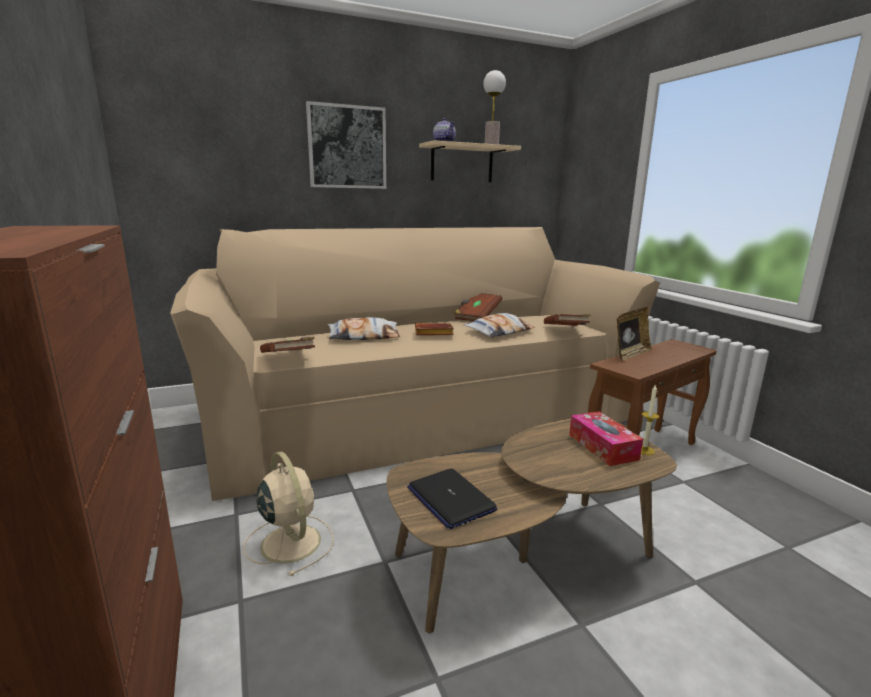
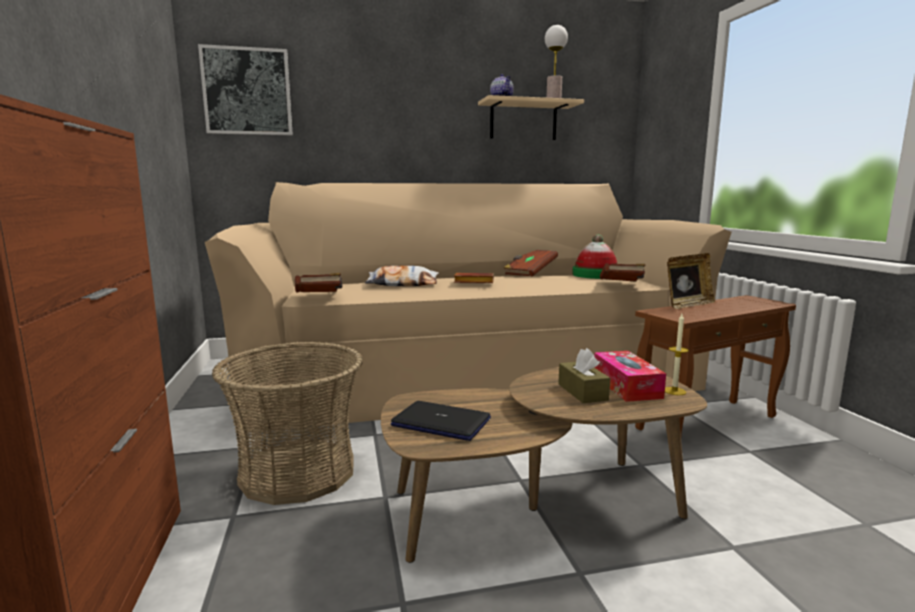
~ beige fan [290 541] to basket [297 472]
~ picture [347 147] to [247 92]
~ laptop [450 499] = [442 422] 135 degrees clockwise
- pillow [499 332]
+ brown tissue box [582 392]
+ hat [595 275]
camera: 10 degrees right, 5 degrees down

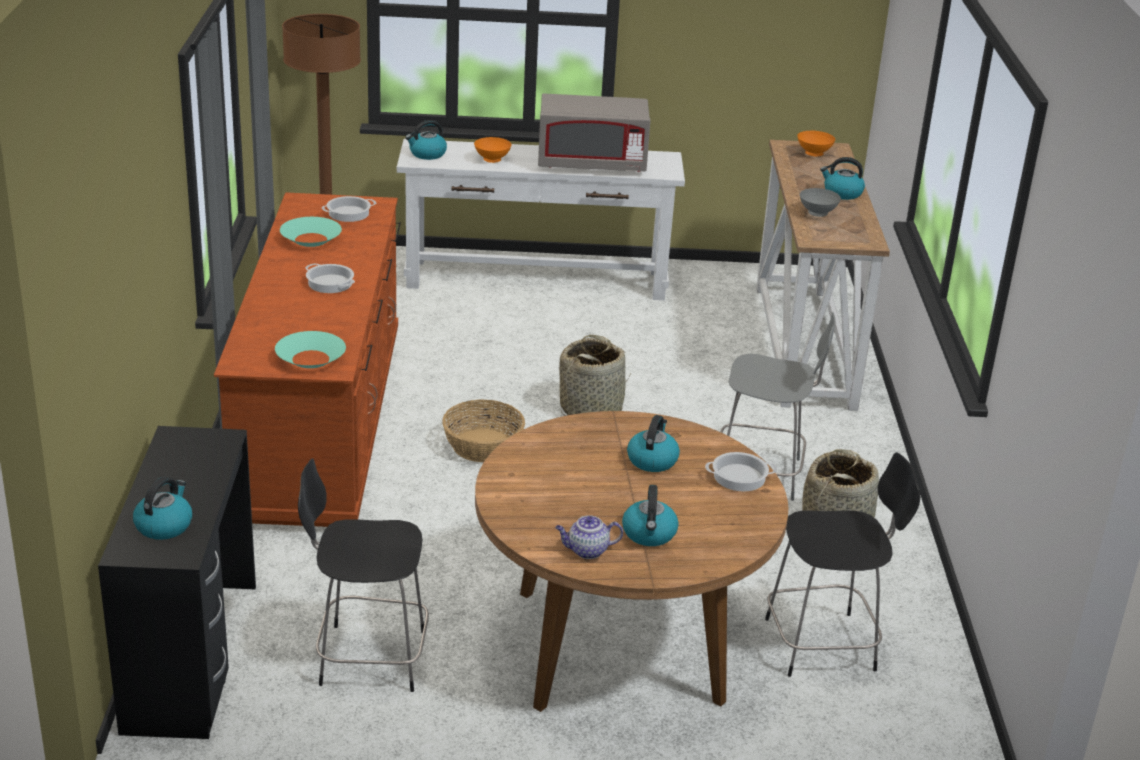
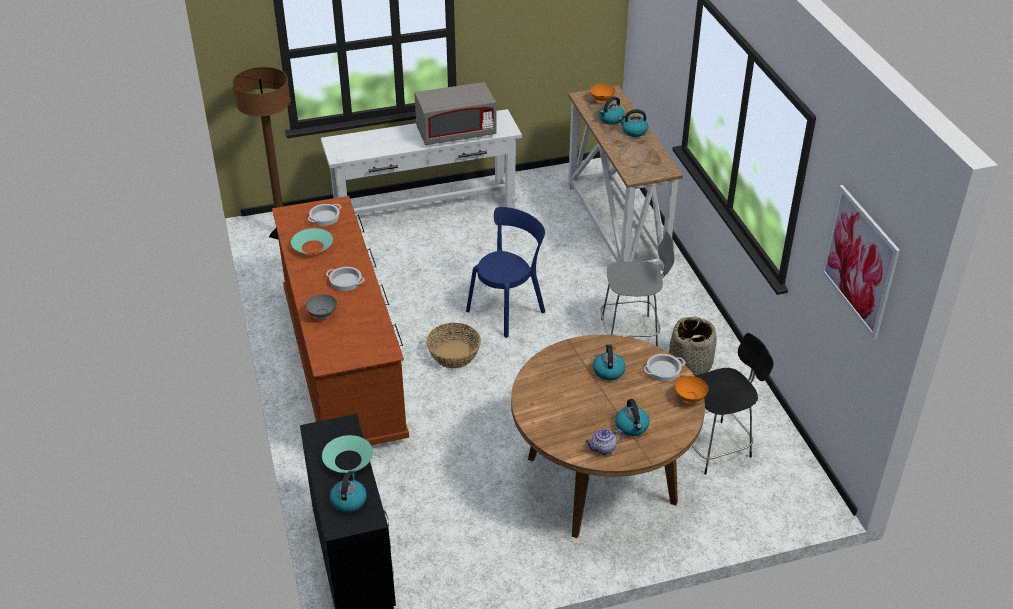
~ turquoise bowl [310 359] to [348 460]
- black chair [368 657]
~ kettle [427 154] to [610 119]
~ orange bowl [491 160] to [689 399]
~ basket [591 410] to blue chair [508 309]
~ grey bowl [817 214] to [322 315]
+ picture [859 261]
camera: 15 degrees left, 10 degrees up

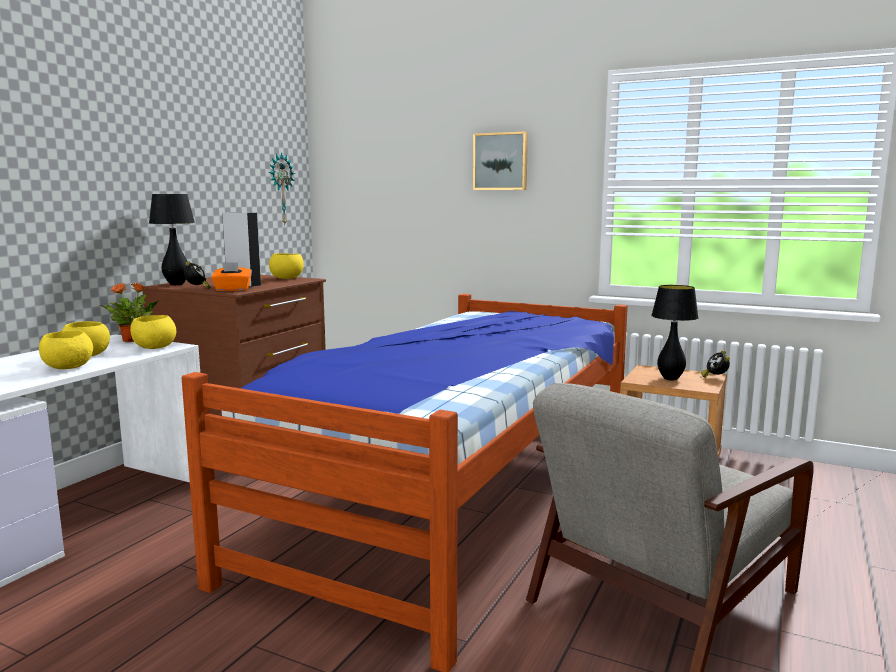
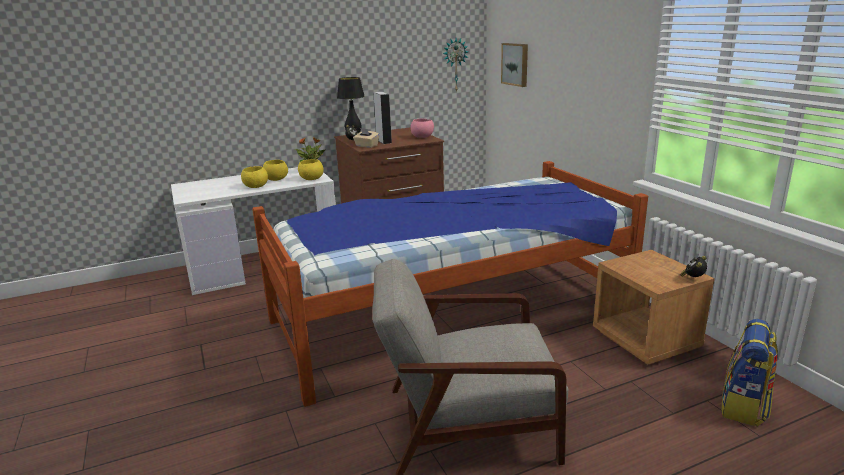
~ orange tissue box [232 290] to beige tissue box [366 146]
~ yellow bowl [287 278] to pink bowl [422 137]
~ picture [501 161] to [516 64]
- black table lamp [670 379]
+ backpack [744 407]
camera: 40 degrees right, 10 degrees up

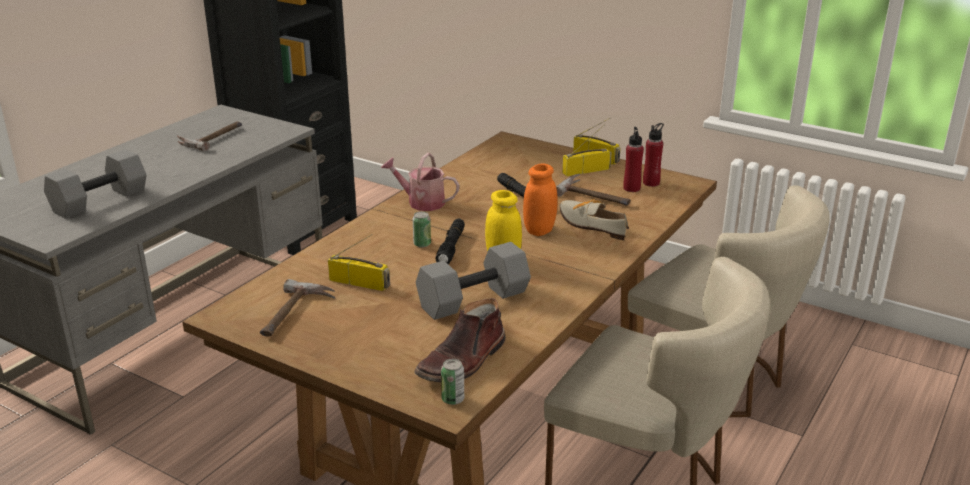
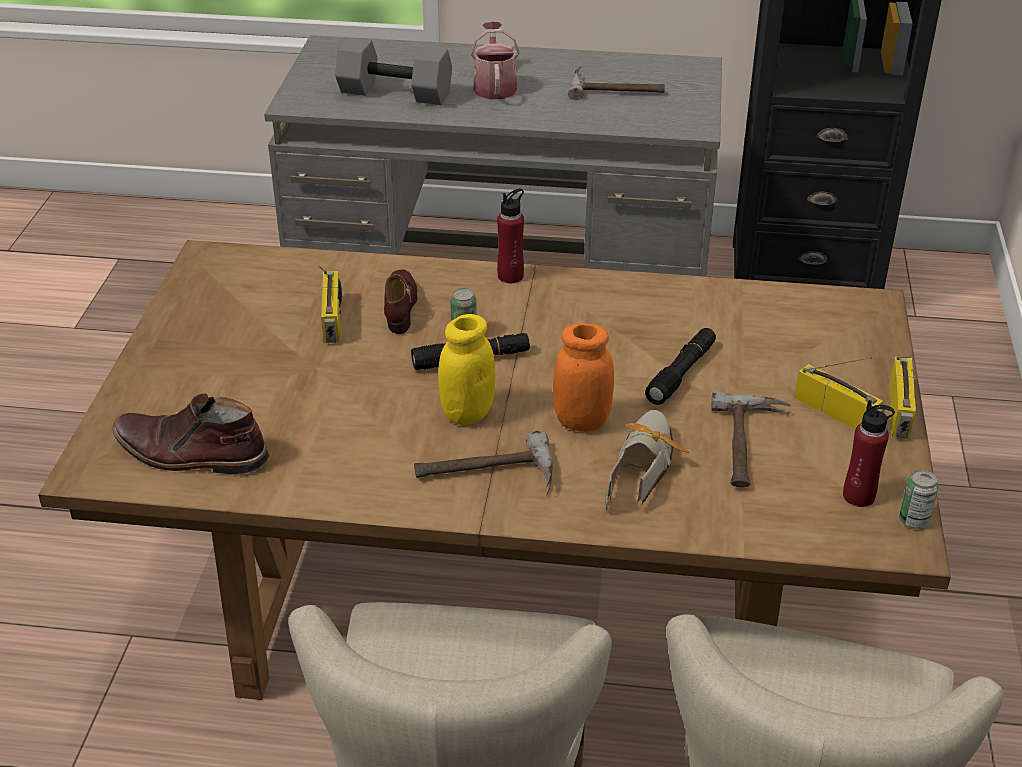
~ hammer [295 314] to [486 477]
~ watering can [421 202] to [494 86]
- grey dumbbell [473 301]
~ can [453 399] to [913 520]
~ red bottle [631 188] to [510 276]
+ brown shoe [400 306]
camera: 65 degrees right, 10 degrees up

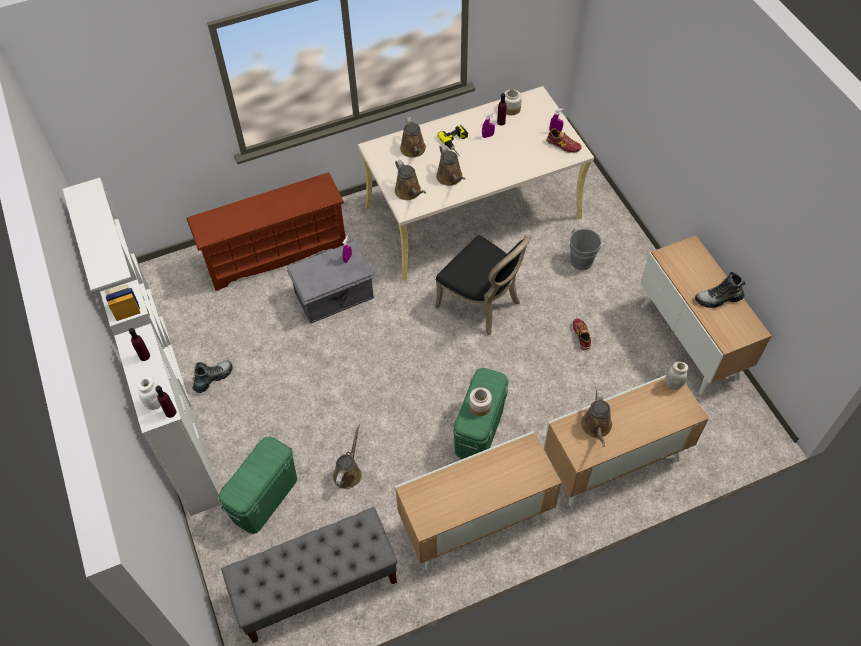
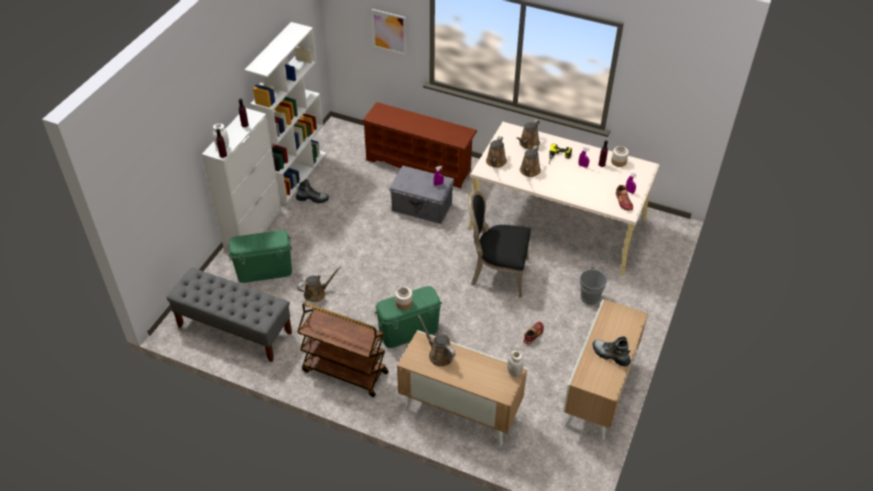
~ cabinet [475 524] to brown cart [344 372]
~ black chair [482 304] = [497 273] 105 degrees clockwise
~ brown watering can [596 427] = [439 354] 90 degrees clockwise
+ picture [389 32]
camera: 45 degrees right, 10 degrees down

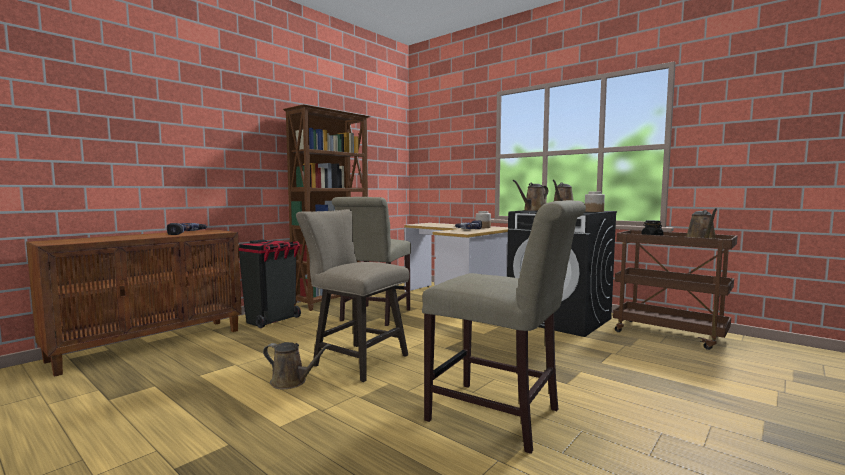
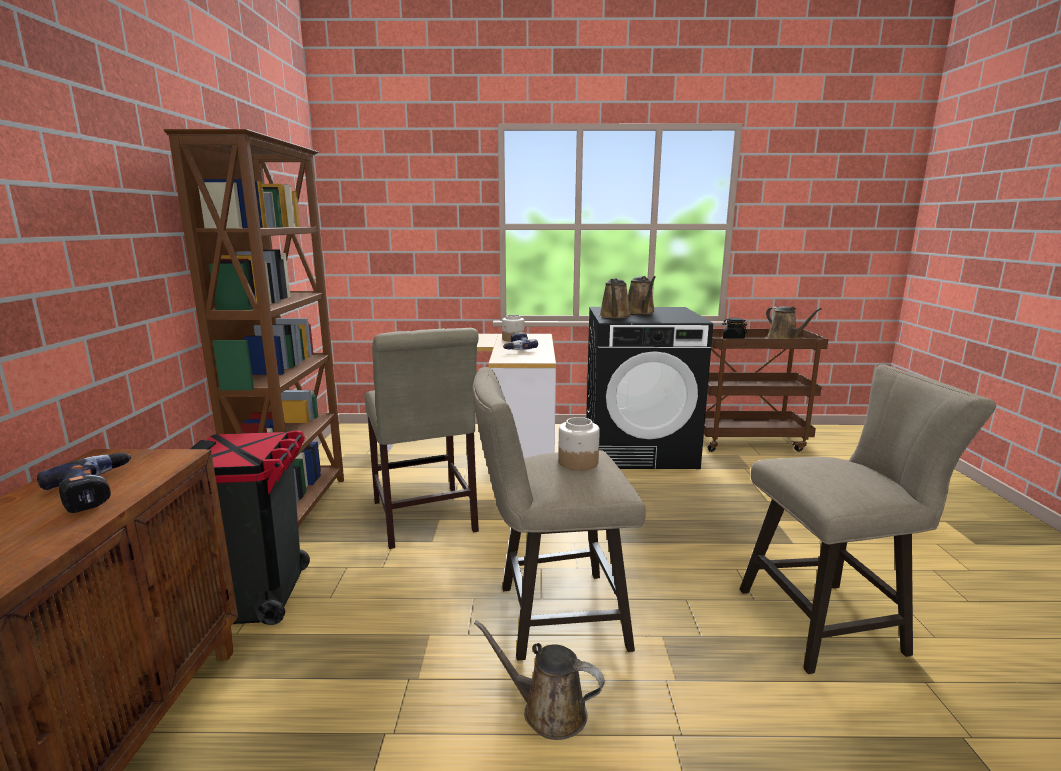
~ brown watering can [291 382] = [548 711] 135 degrees counterclockwise
~ beige chair [500 417] to beige stool [831 621]
~ jar [593 211] to [577 462]
camera: 40 degrees left, 10 degrees up

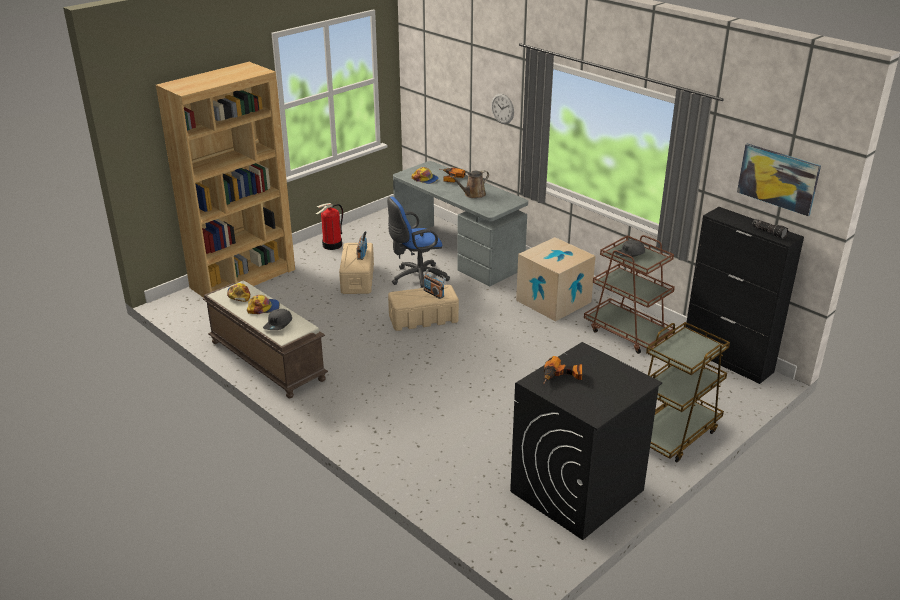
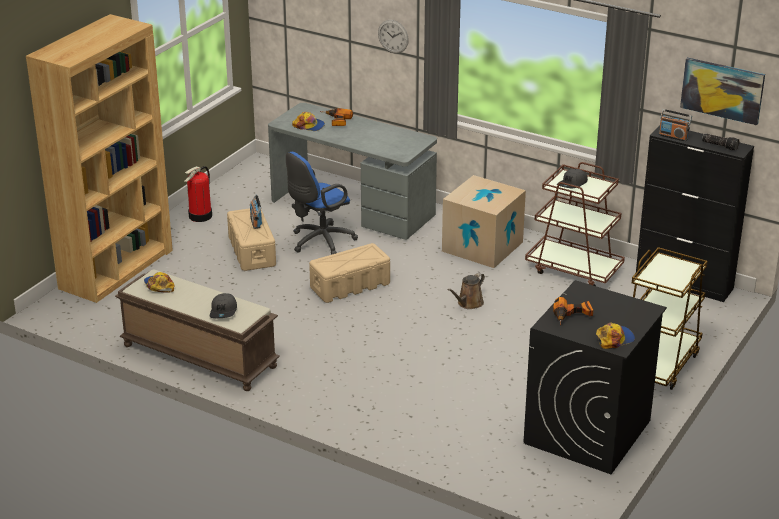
~ cap [263 308] to [614 339]
~ radio [434 293] to [673 136]
~ brown watering can [473 194] to [468 303]
camera: 15 degrees left, 0 degrees up

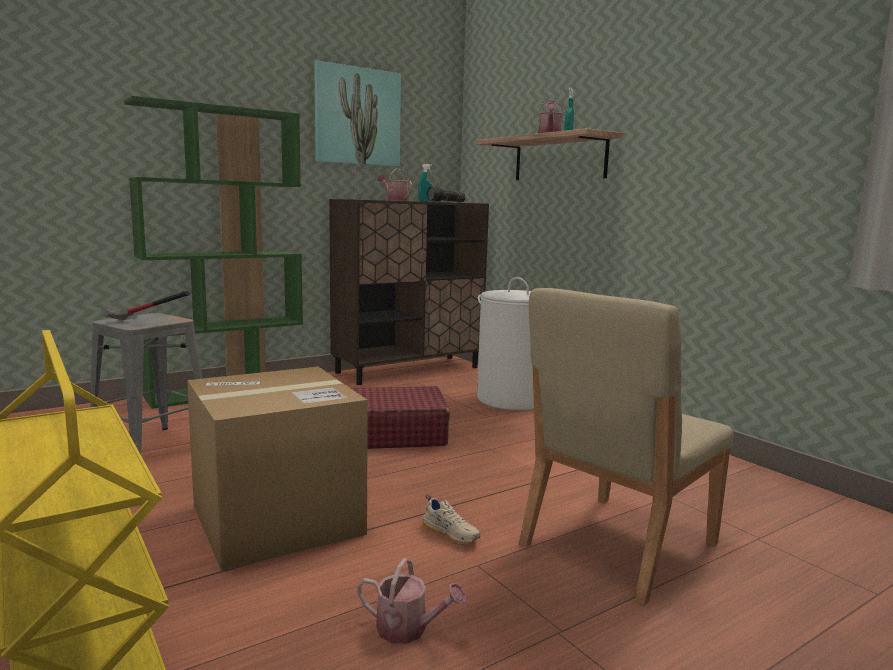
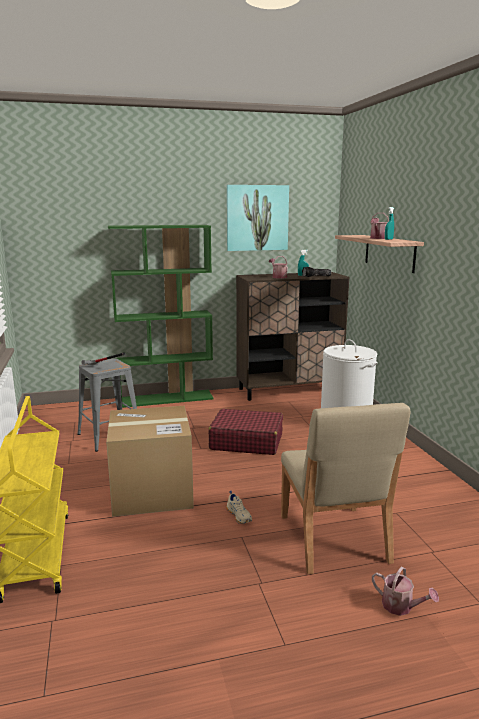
~ watering can [408 629] to [401 607]
~ beige chair [616 544] = [333 539] 75 degrees counterclockwise
camera: 20 degrees right, 5 degrees up

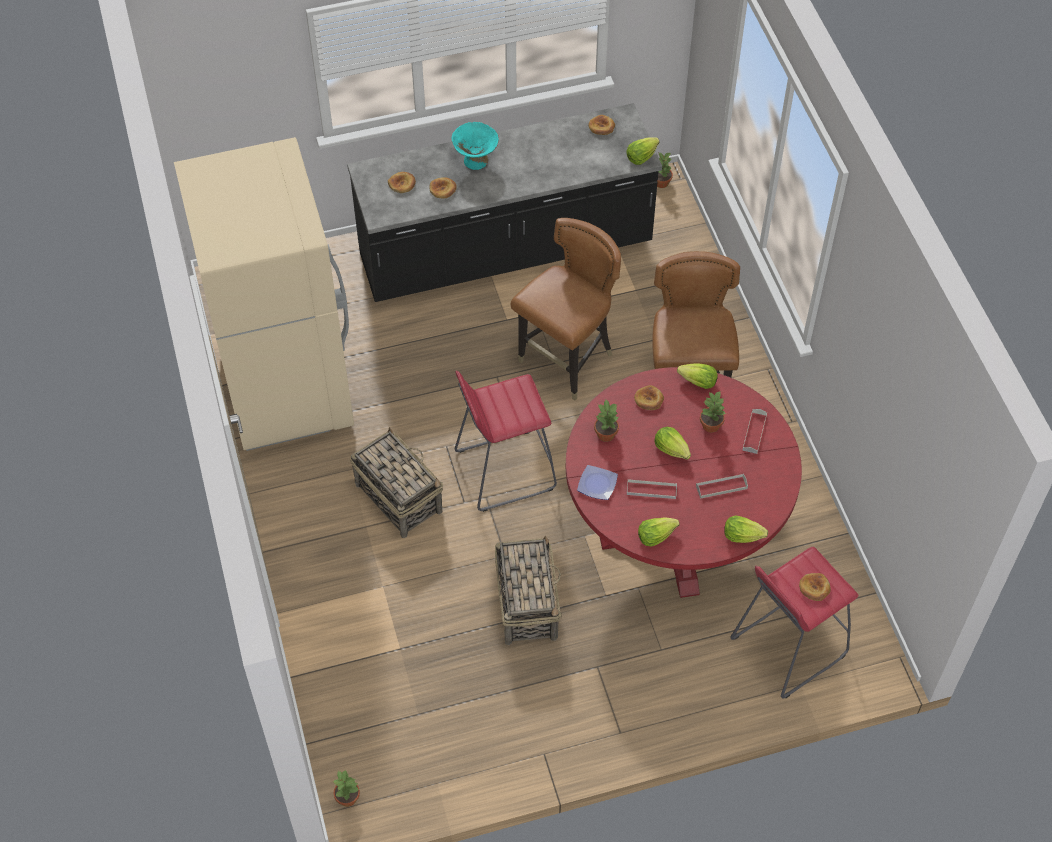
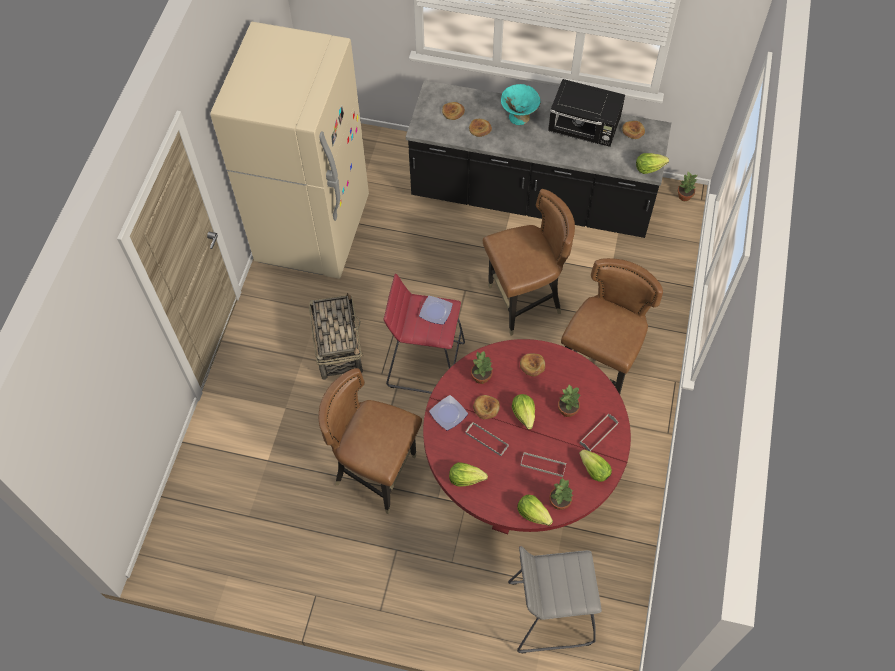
~ potted plant [348 797] to [560 502]
~ basket [527 603] to brown chair [377 473]
~ lettuce [698 382] to [594 470]
~ red stool [787 646] to grey stool [549 612]
~ bread [814 588] to [486 408]
+ plate [435 312]
+ black microwave [584 129]
camera: 30 degrees right, 5 degrees up

